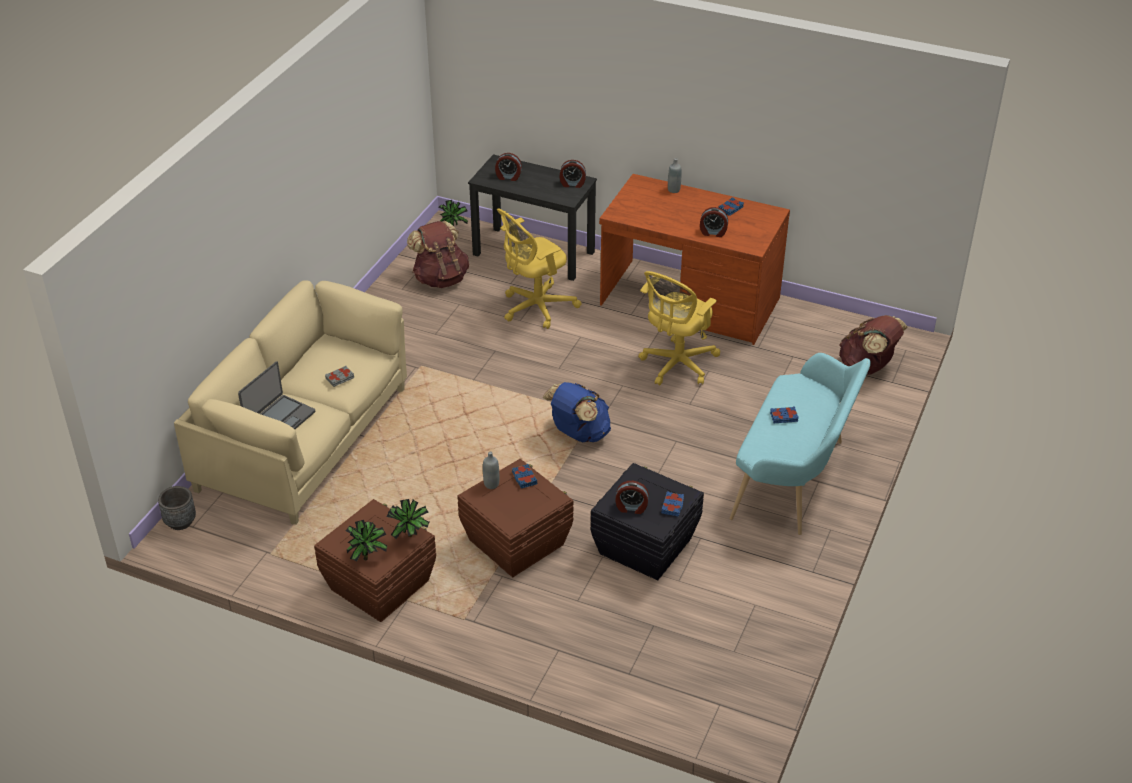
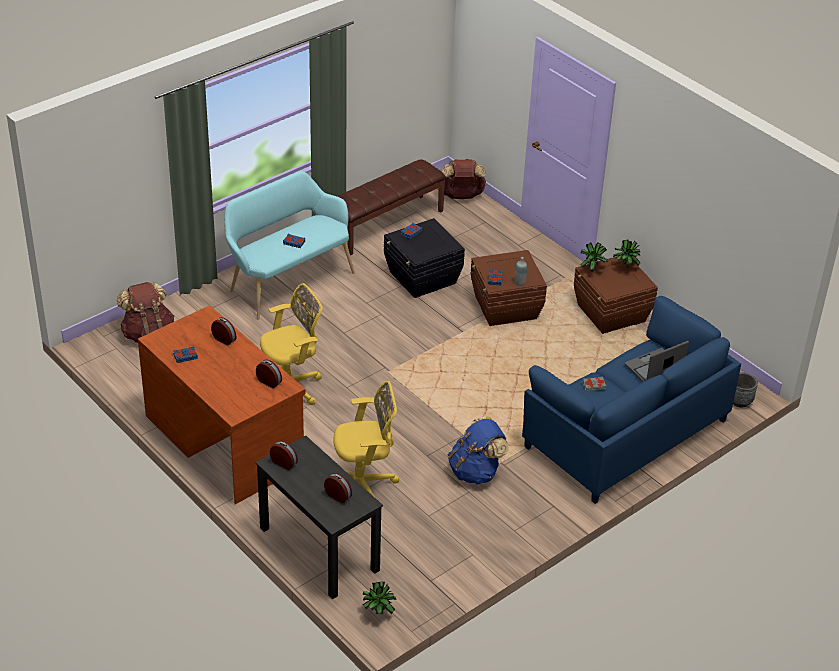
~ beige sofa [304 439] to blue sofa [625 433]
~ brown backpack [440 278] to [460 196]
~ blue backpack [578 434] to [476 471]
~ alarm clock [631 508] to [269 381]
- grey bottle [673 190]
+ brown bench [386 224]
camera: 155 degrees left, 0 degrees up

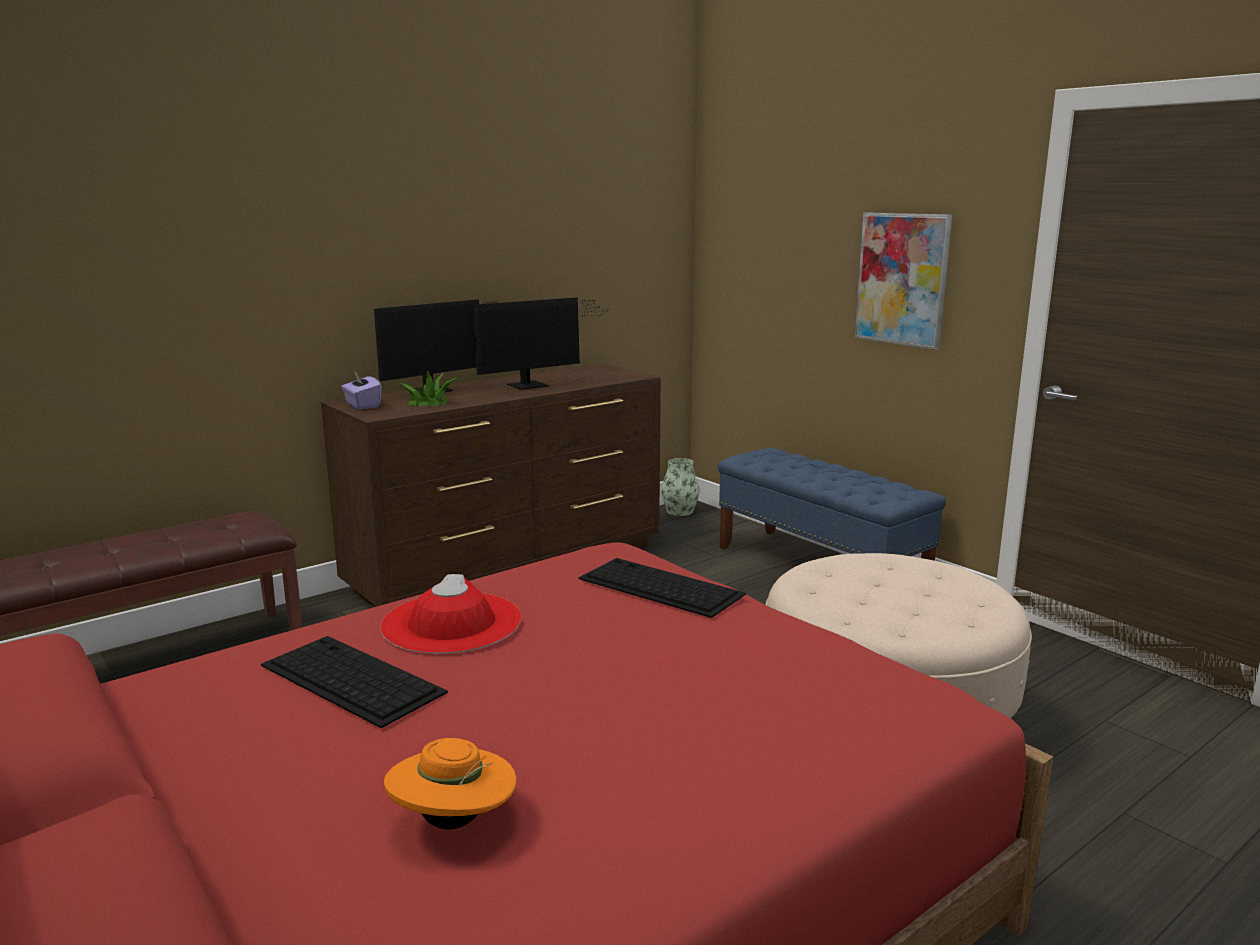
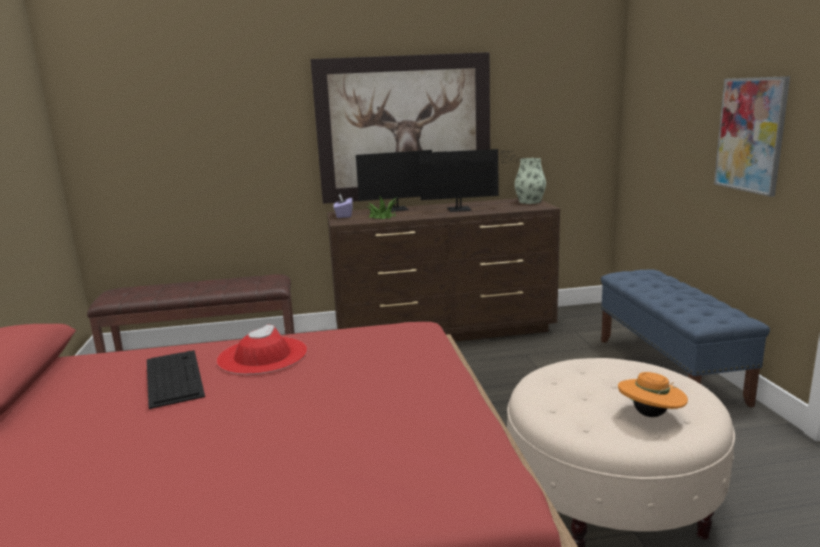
~ orange hat [454 822] to [650 415]
- keyboard [658 586]
~ vase [679 511] to [530 201]
+ picture [404 128]
camera: 30 degrees right, 0 degrees up

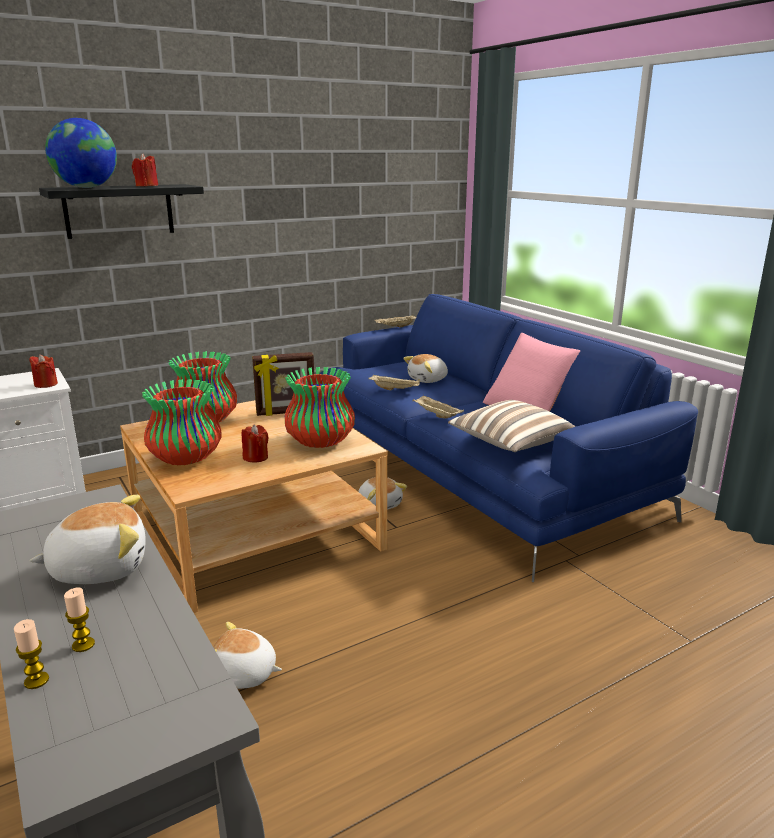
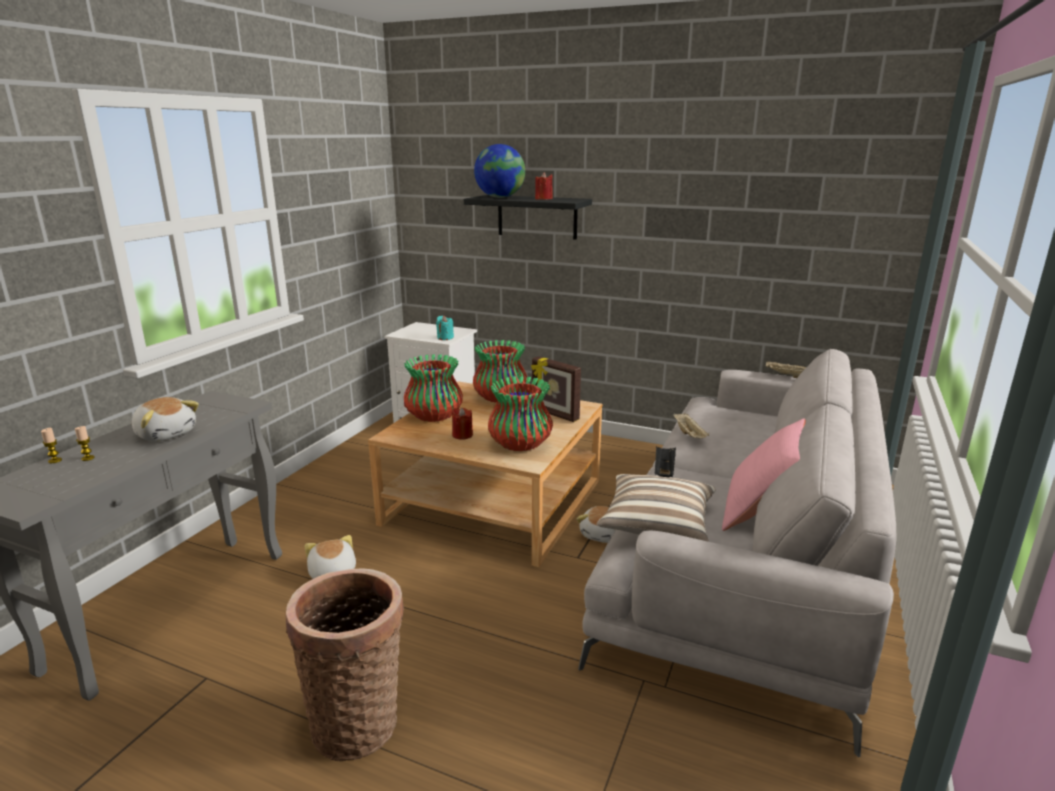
~ red candle [46 384] to turquoise candle [445 338]
~ blue sofa [475 468] to grey sofa [745 557]
- plush toy [428 380]
~ beige tray [436 415] to black tray [664 471]
+ basket [358 721]
camera: 55 degrees right, 0 degrees up

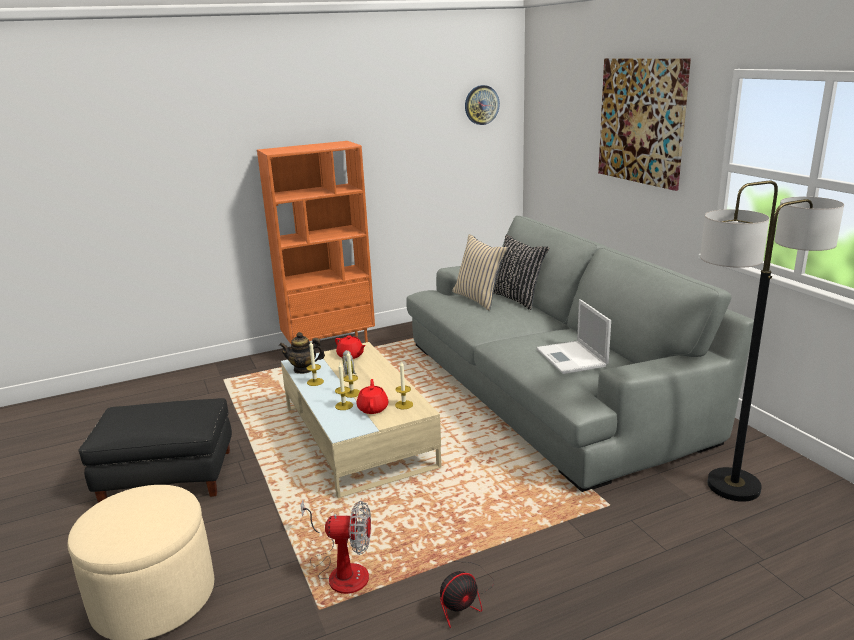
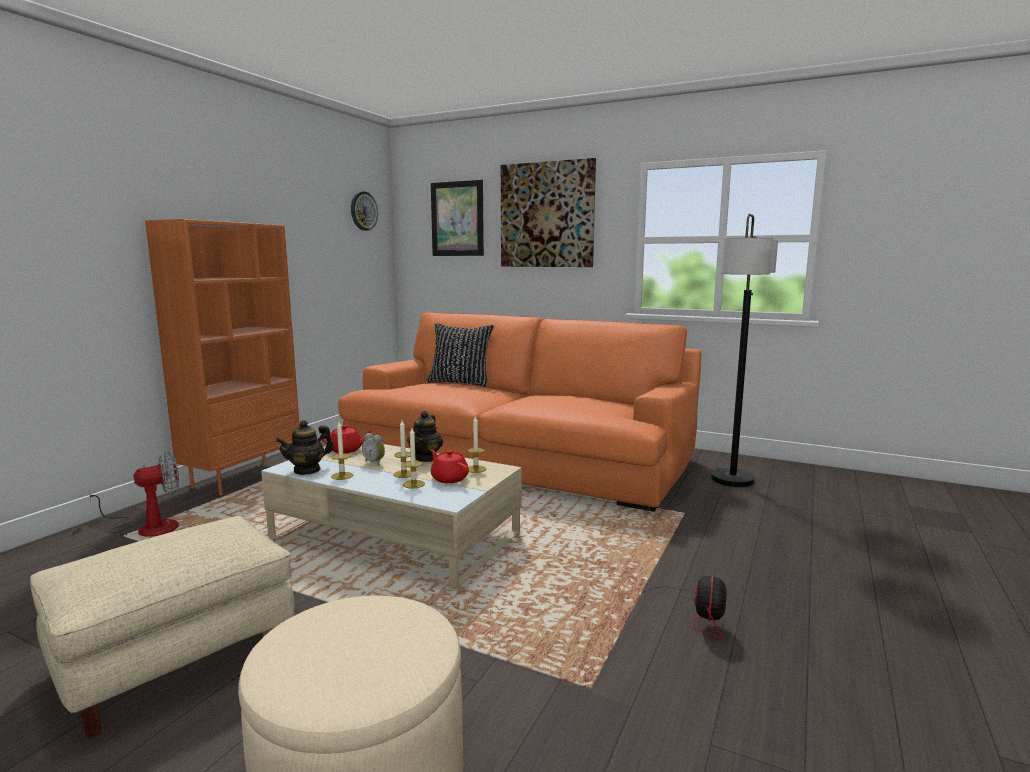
~ black ottoman [169 476] to beige ottoman [178 655]
~ fan [341 571] to [148 528]
~ grey sofa [548 387] to orange sofa [518 457]
- beige pillow [479 299]
- laptop [572 358]
+ teapot [426 458]
+ picture [457 219]
camera: 40 degrees left, 10 degrees down

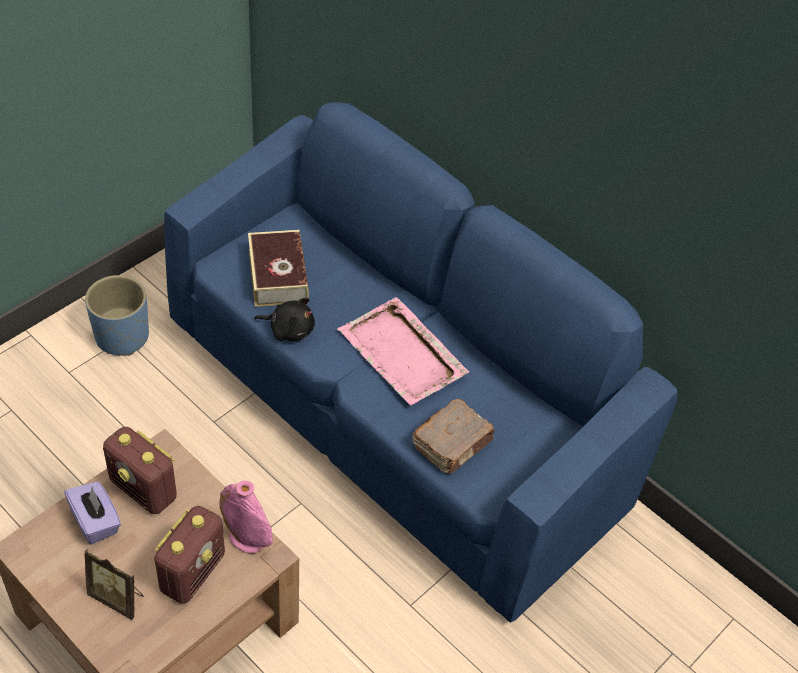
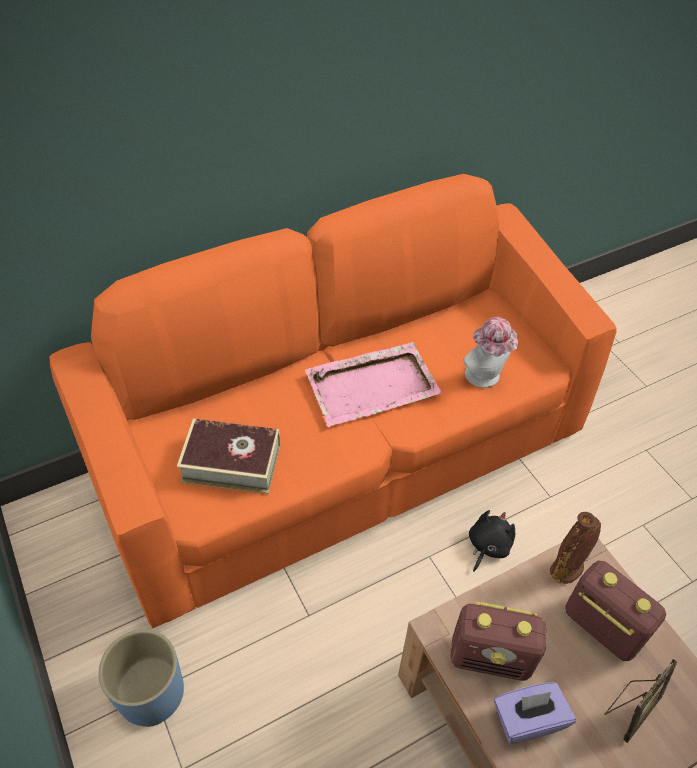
~ radio [144 490] = [491 658] 45 degrees clockwise
~ blue sofa [392 413] to orange sofa [345 457]
~ pink vase [247 540] to brown vase [566 568]
~ black plush toy [289 329] to [487 546]
~ brown book [453 444] to hat [485 377]
camera: 70 degrees left, 0 degrees up

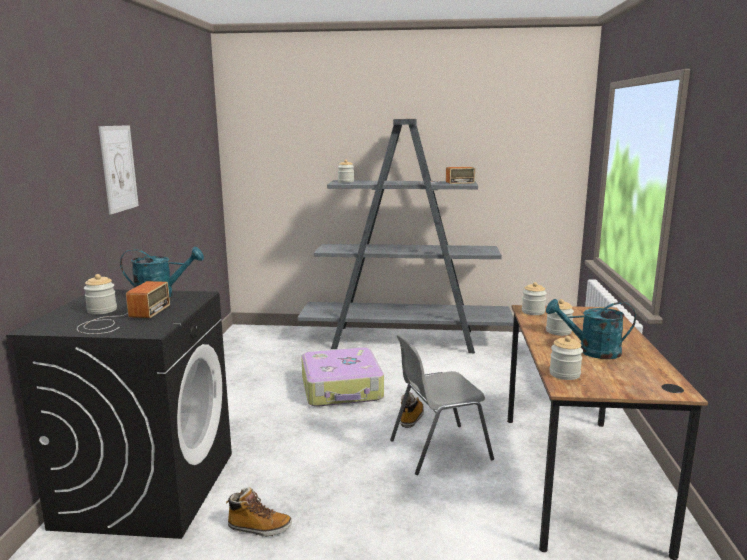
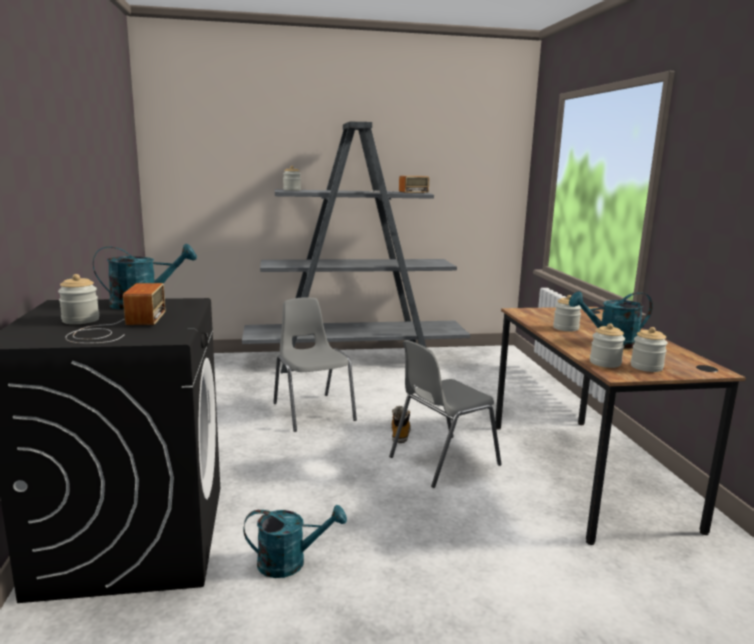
- picture [118 168]
~ boot [259 528] to turquoise watering can [290 562]
~ suitcase [342 389] to grey chair [312 411]
~ jar [533 312] to [646 367]
camera: 15 degrees left, 0 degrees up

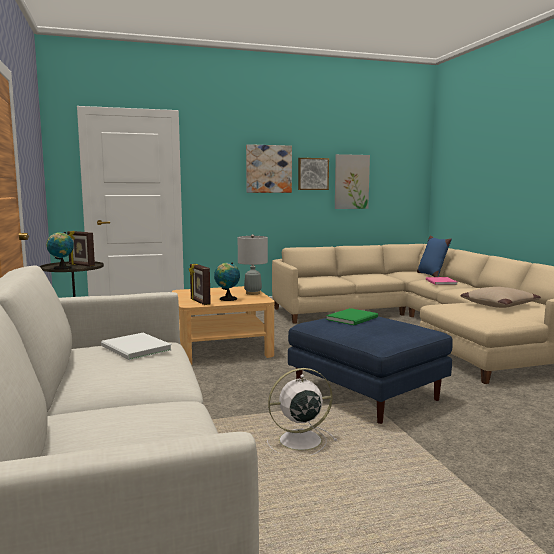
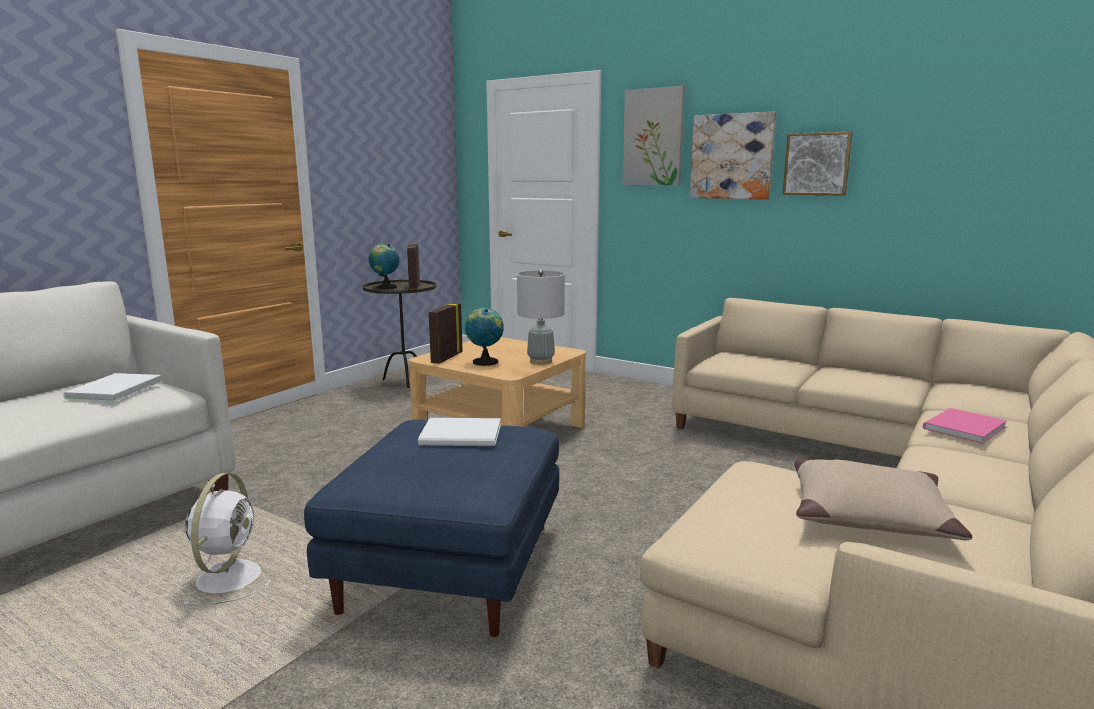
~ white fan [298 441] = [230 576] 60 degrees clockwise
~ green book [354 318] to white book [463 436]
~ picture [351 182] to [653 137]
- blue pillow [431 275]
camera: 50 degrees right, 5 degrees up

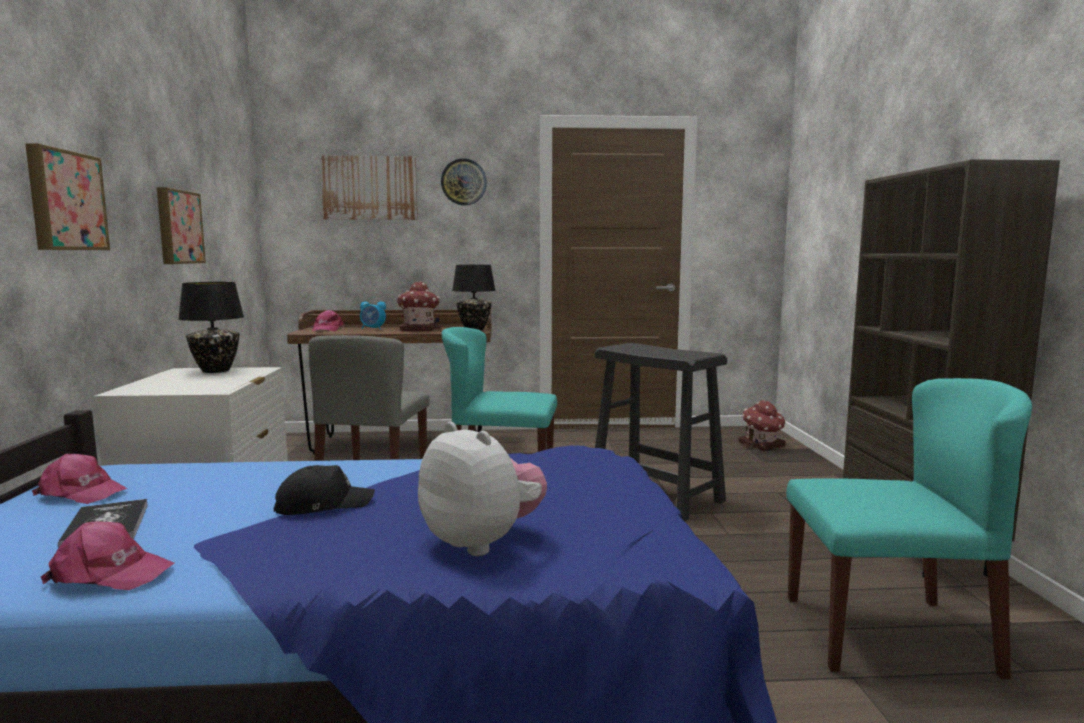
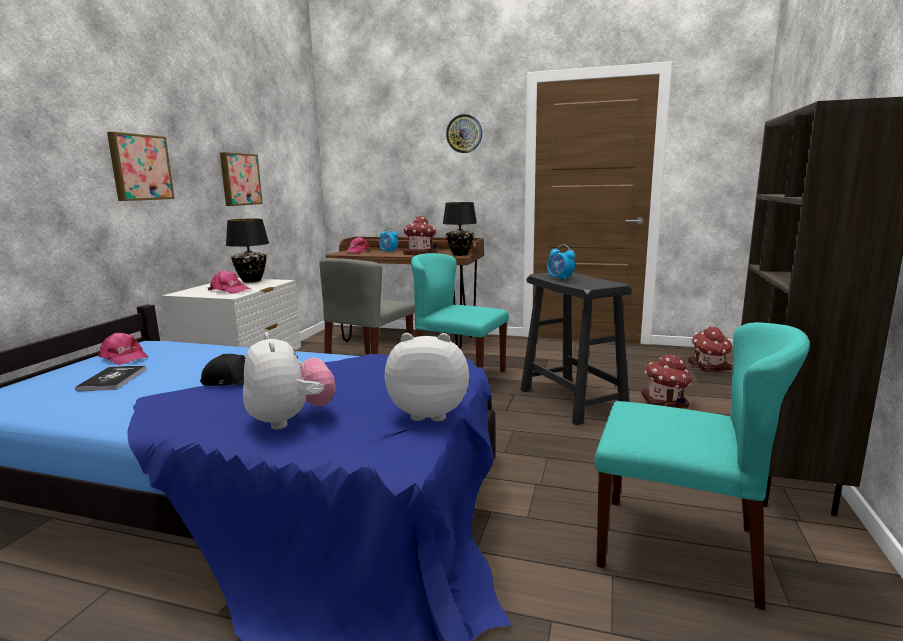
~ pink cap [110 573] to [230 290]
- picture [370 188]
+ plush toy [429 413]
+ alarm clock [560 279]
+ toy house [665 401]
camera: 20 degrees right, 5 degrees up

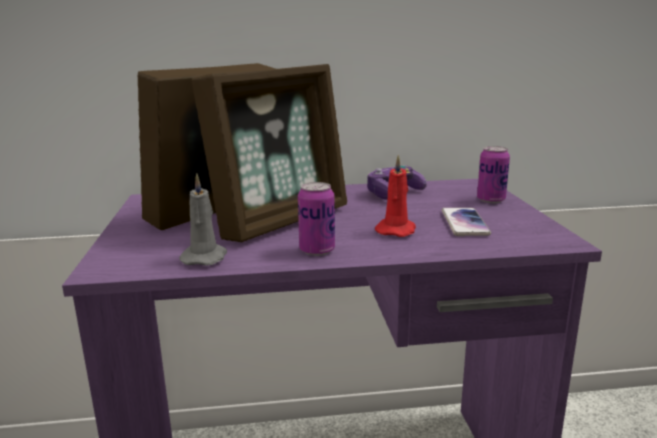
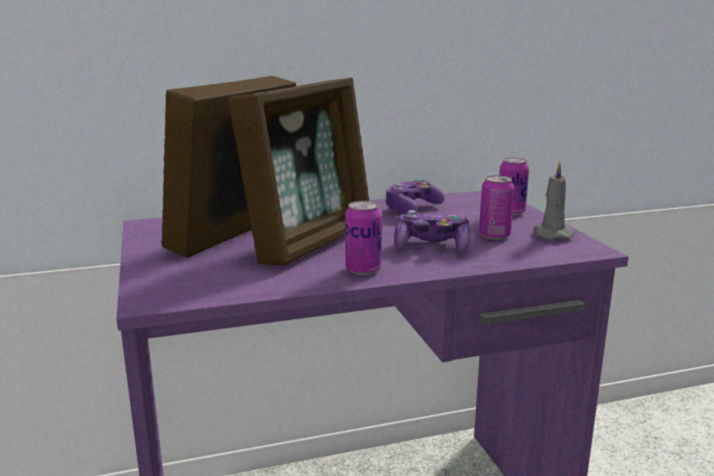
~ grey candle [205 257] to [551 234]
~ red candle [396 230] to game controller [431 246]
~ phone [464 223] to can [494 236]
camera: 10 degrees left, 0 degrees up

